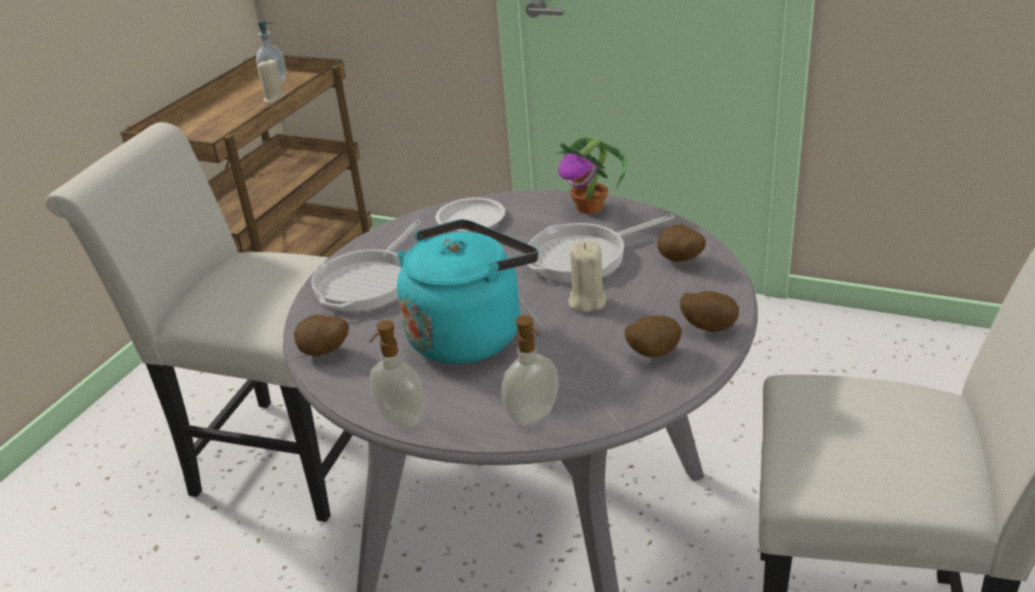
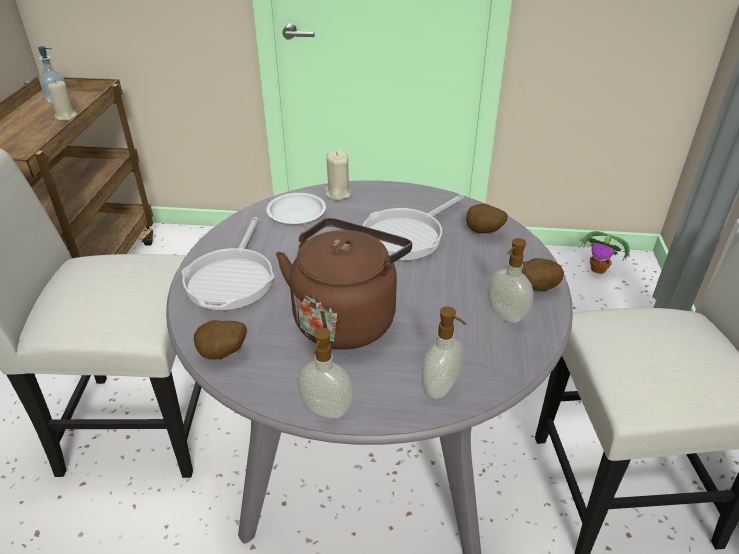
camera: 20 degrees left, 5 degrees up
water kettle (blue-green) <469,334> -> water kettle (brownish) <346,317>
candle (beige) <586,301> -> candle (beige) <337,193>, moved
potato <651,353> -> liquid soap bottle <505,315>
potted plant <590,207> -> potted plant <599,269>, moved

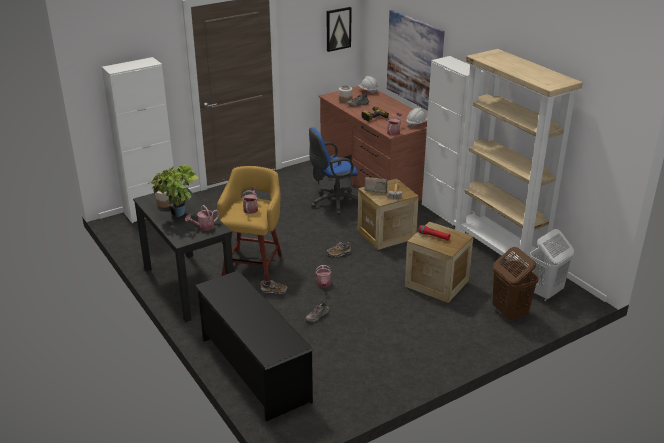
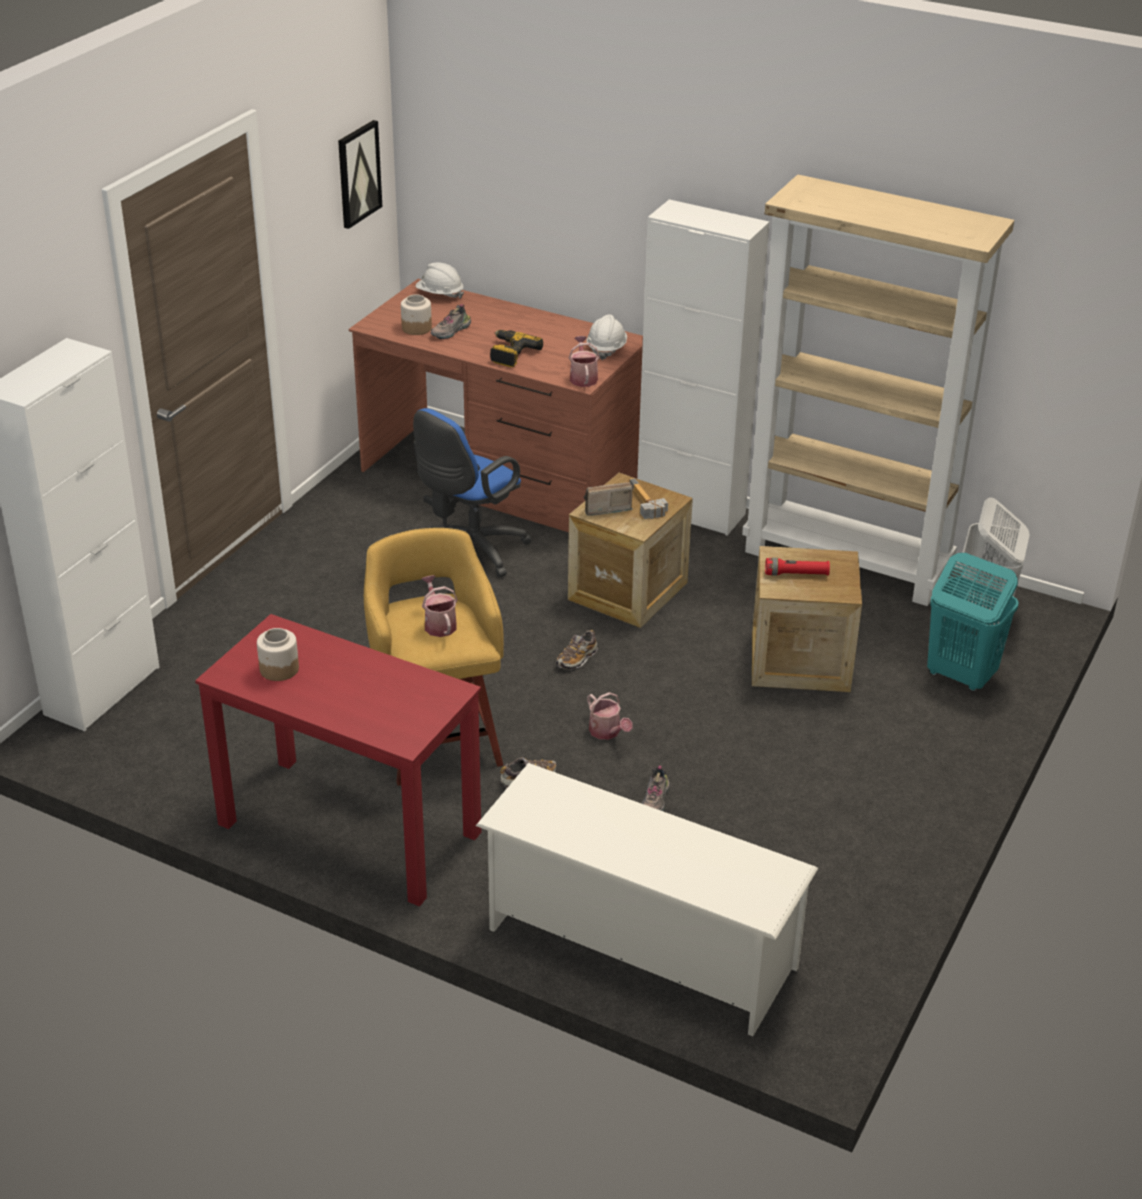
camera: 30 degrees left, 5 degrees up
desk (blackish) <188,285> -> desk (red) <348,828>
shoe shelf (blackish) <254,369> -> shoe shelf (white-coloured) <639,948>
washing basket (brownish) <509,313> -> washing basket (blue-green) <960,676>
potted plant <178,215> -> none
watering pot <204,227> -> none
wall art <415,61> -> none

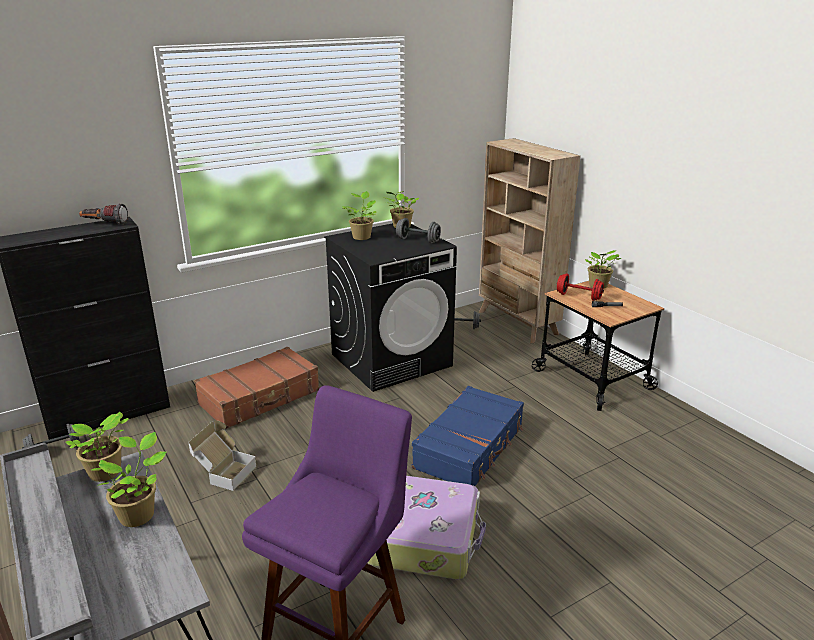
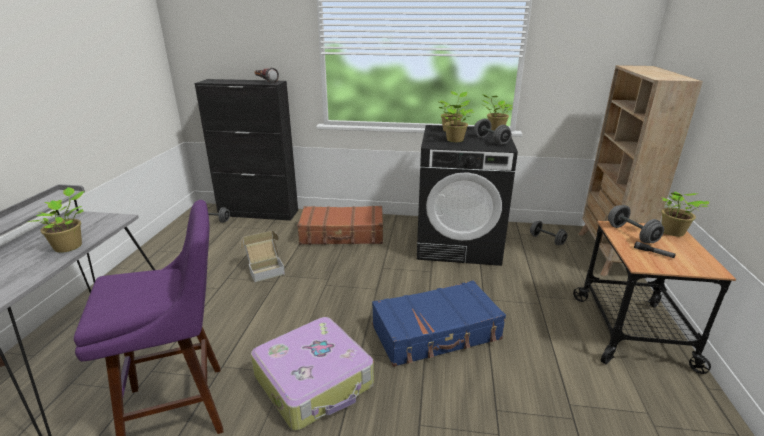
camera: 40 degrees right, 0 degrees up
potted plant <105,474> -> potted plant <455,140>, moved
hand weight (red) <578,297> -> hand weight (greyish) <631,234>

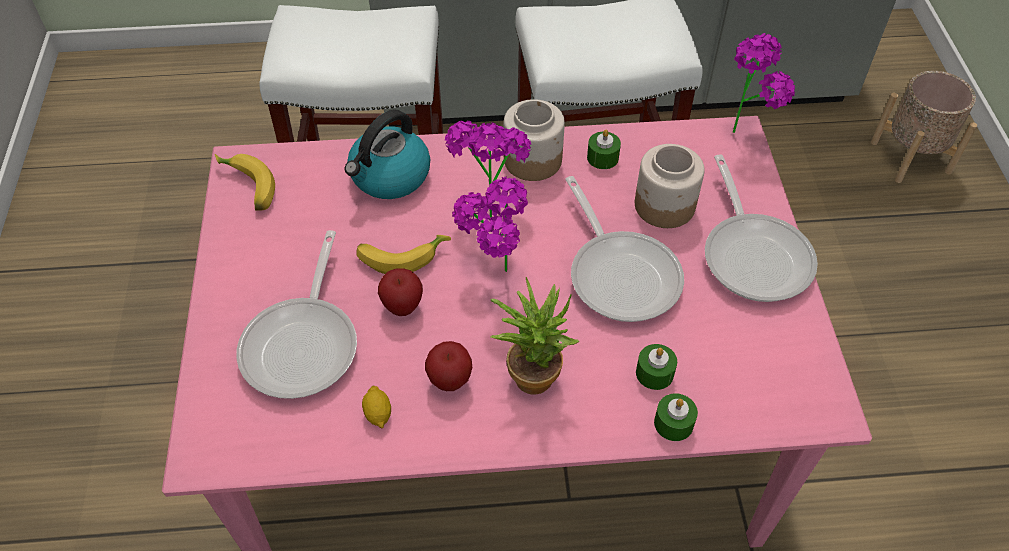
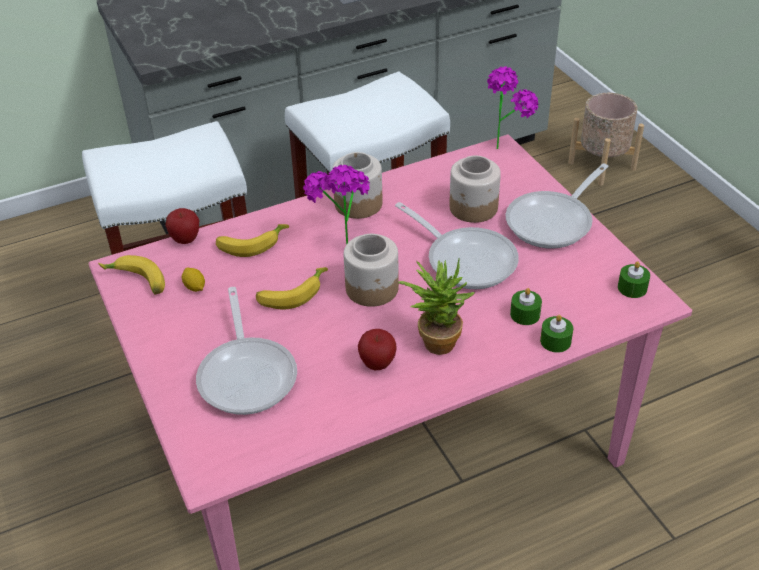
camera: 20 degrees left, 10 degrees down
whole apple <402,307> -> whole apple <186,240>, moved
citrus fruit <378,413> -> citrus fruit <194,287>, moved
water kettle <389,177> -> whole banana <251,244>
potted plant <493,279> -> storage jar <372,289>
frying pan <754,254> -> frying pan <554,221>, 75 degrees clockwise
candle (green) <602,157> -> candle (green) <632,288>, moved

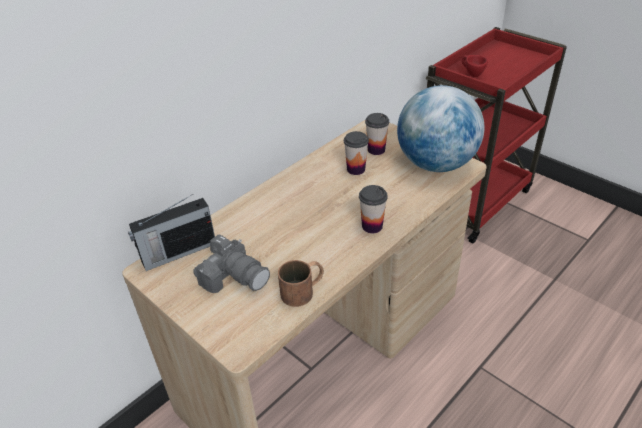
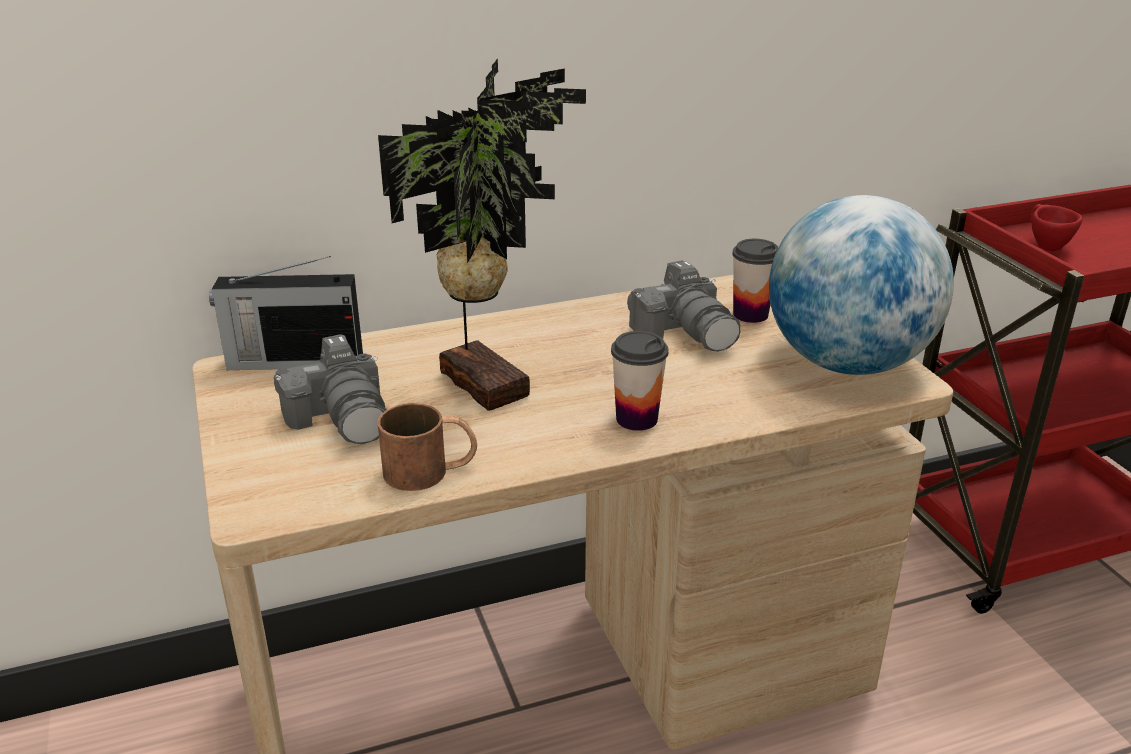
camera: 25 degrees right, 10 degrees down
none -> potted plant <488,381>
small cup <356,169> -> still camera <686,332>

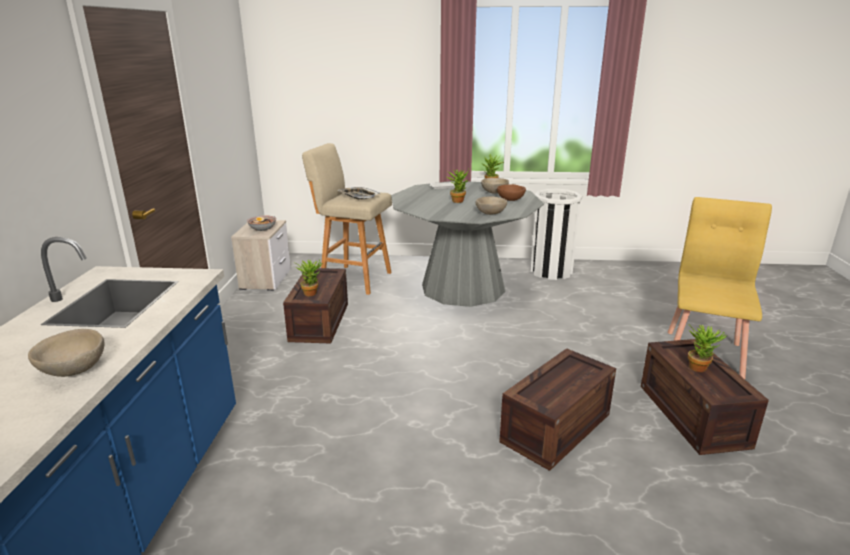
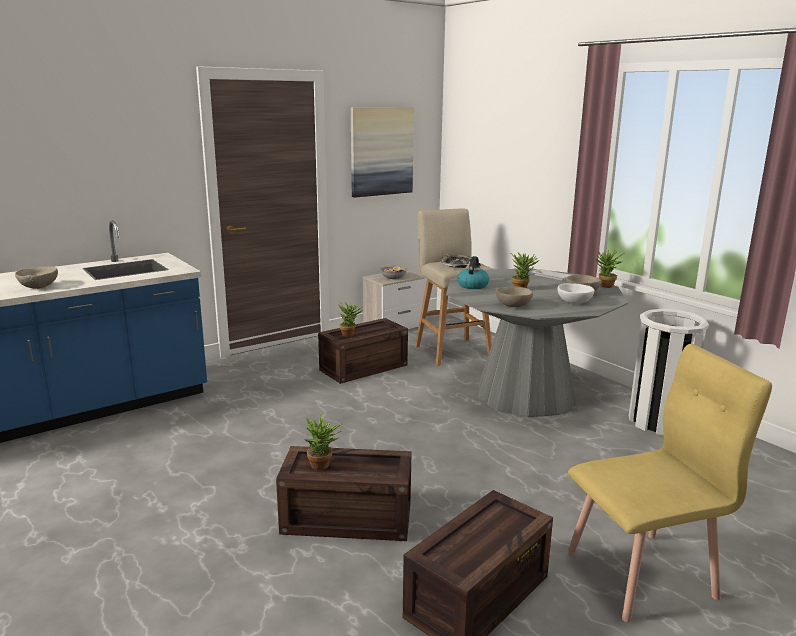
camera: 50 degrees right, 5 degrees down
potted plant <700,367> -> potted plant <323,466>, moved
none -> wall art <381,151>
none -> water kettle <472,285>
bowl (brownish) <511,200> -> bowl (white-coloured) <574,303>

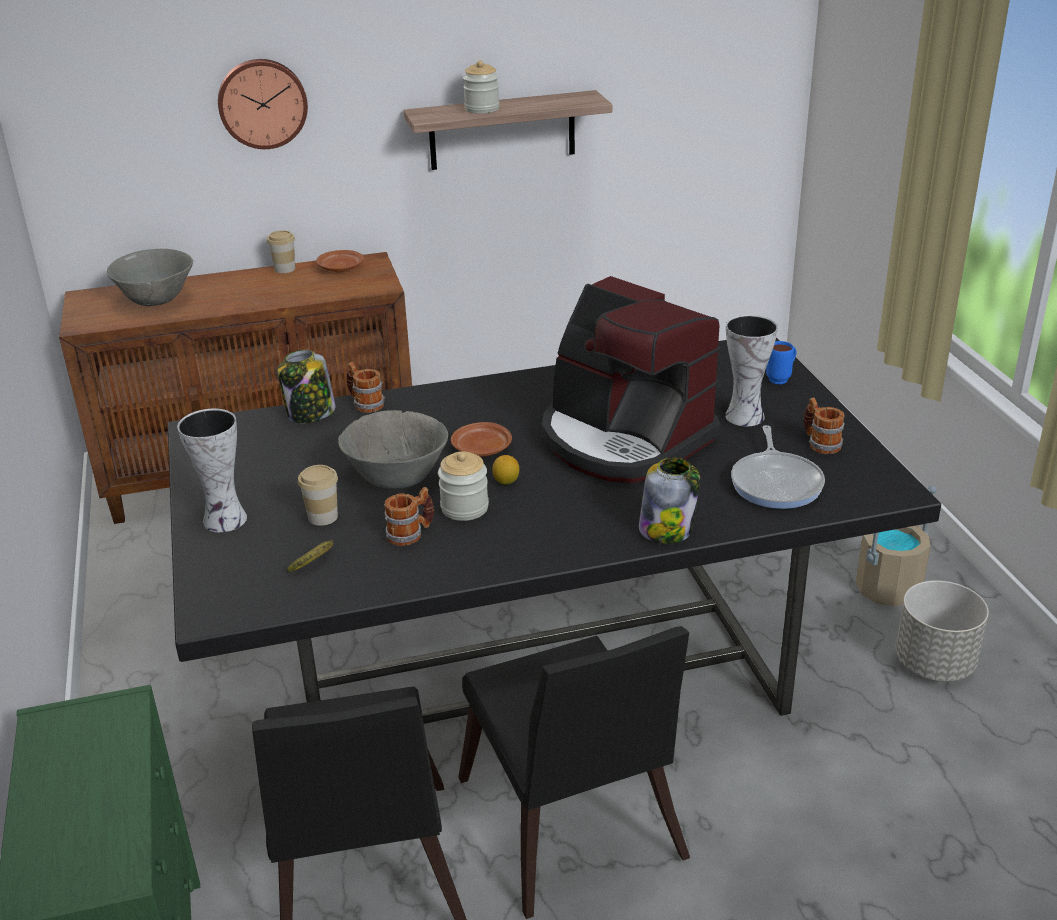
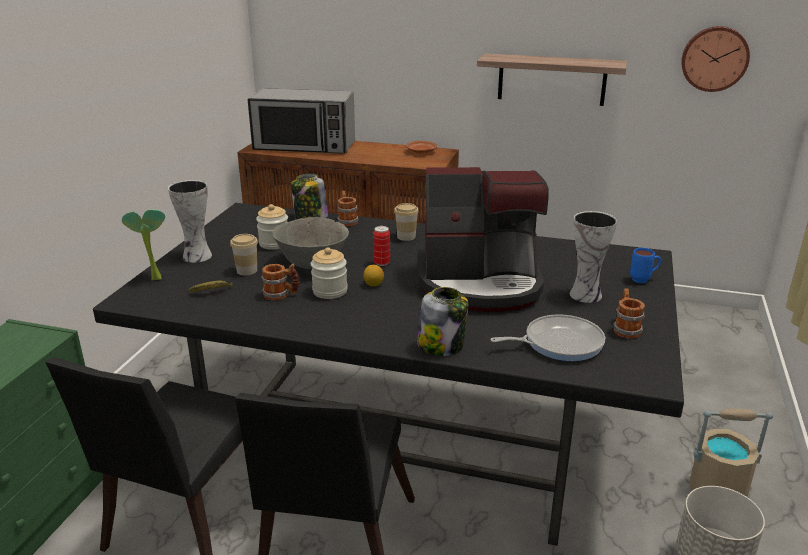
camera: 30 degrees right, 5 degrees down
none -> potted plant <154,277>
bowl (greyish) <157,301> -> microwave <304,146>
storage jar <482,109> -> storage jar <274,243>, moved
plate (brownish) <481,449> -> can <382,263>
small cup <285,269> -> small cup <406,237>, moved
coffee machine <623,439> -> coffee machine <480,283>, 75 degrees counterclockwise
frying pan <776,483> -> frying pan <558,343>, 135 degrees counterclockwise
clock on the wall <262,103> -> clock on the wall <714,58>, moved

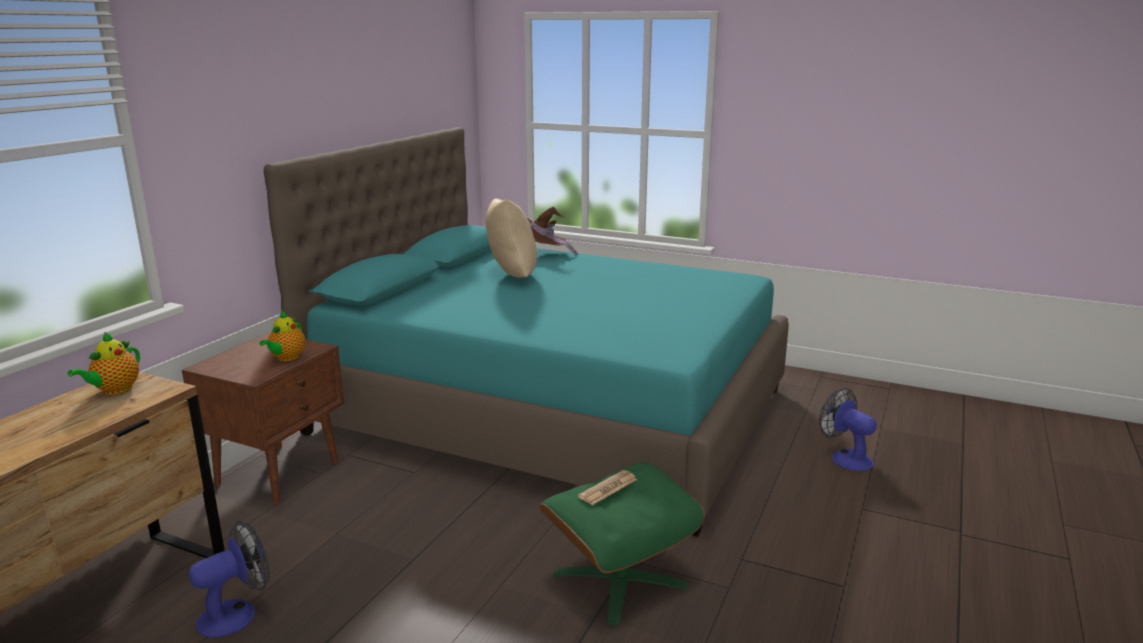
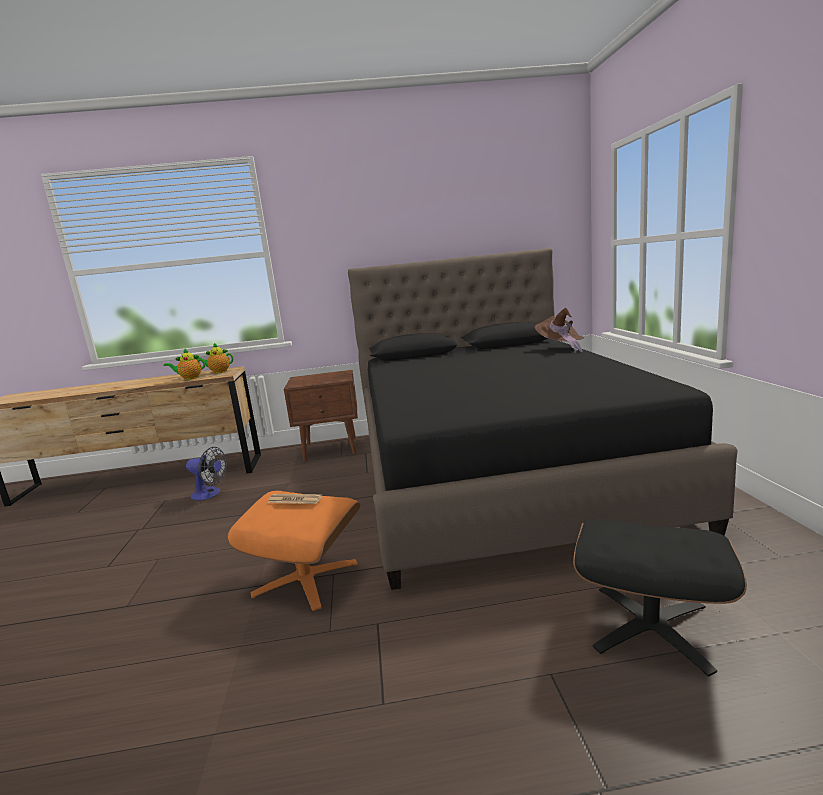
camera: 60 degrees right, 5 degrees down
pot for tea <286,358> -> pot for tea <189,378>, moved
ottoman (green) <620,579> -> ottoman (orange) <306,578>
bed (blue-green) <552,410> -> bed (blackish) <498,471>
electric fan <845,457> -> ottoman (blackish) <650,627>
throw pillow (beige) <510,276> -> none

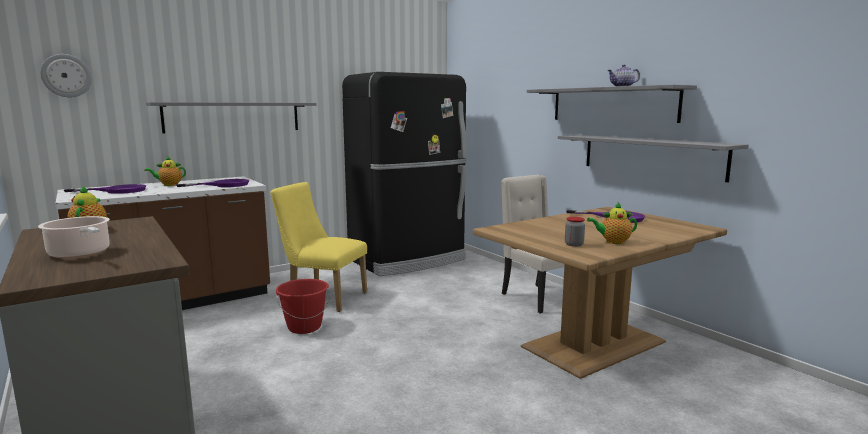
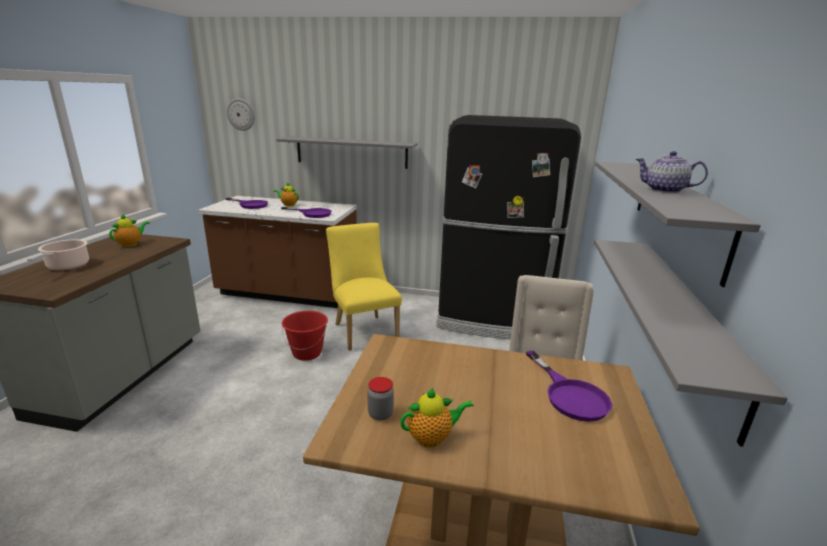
camera: 45 degrees right, 10 degrees up
pot for tea <613,242> -> pot for tea <432,437>, 120 degrees clockwise

